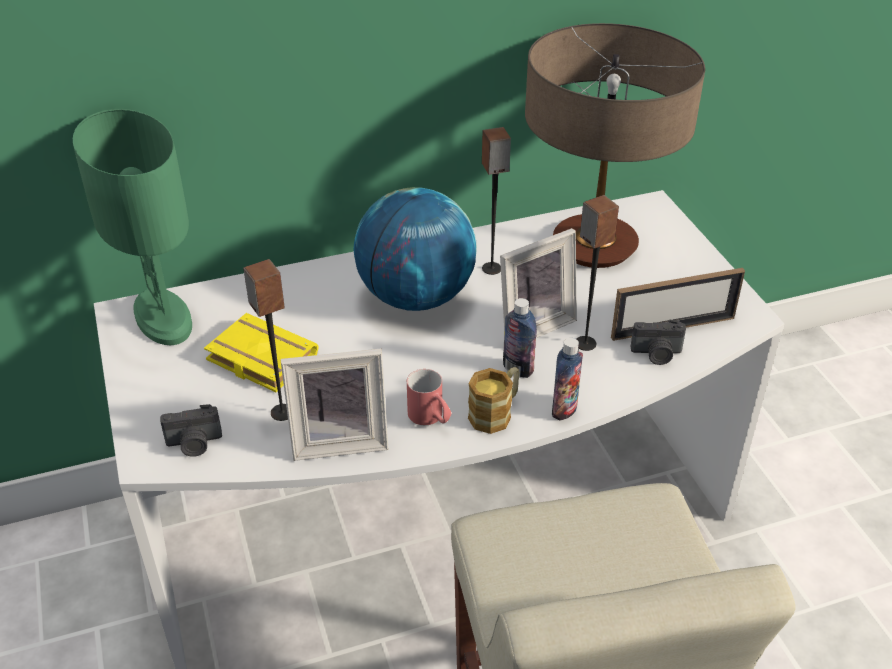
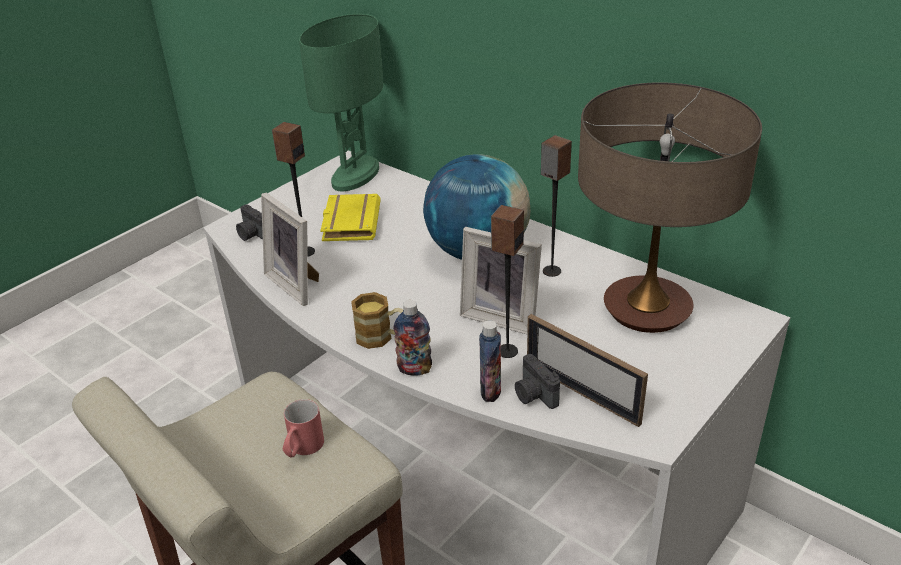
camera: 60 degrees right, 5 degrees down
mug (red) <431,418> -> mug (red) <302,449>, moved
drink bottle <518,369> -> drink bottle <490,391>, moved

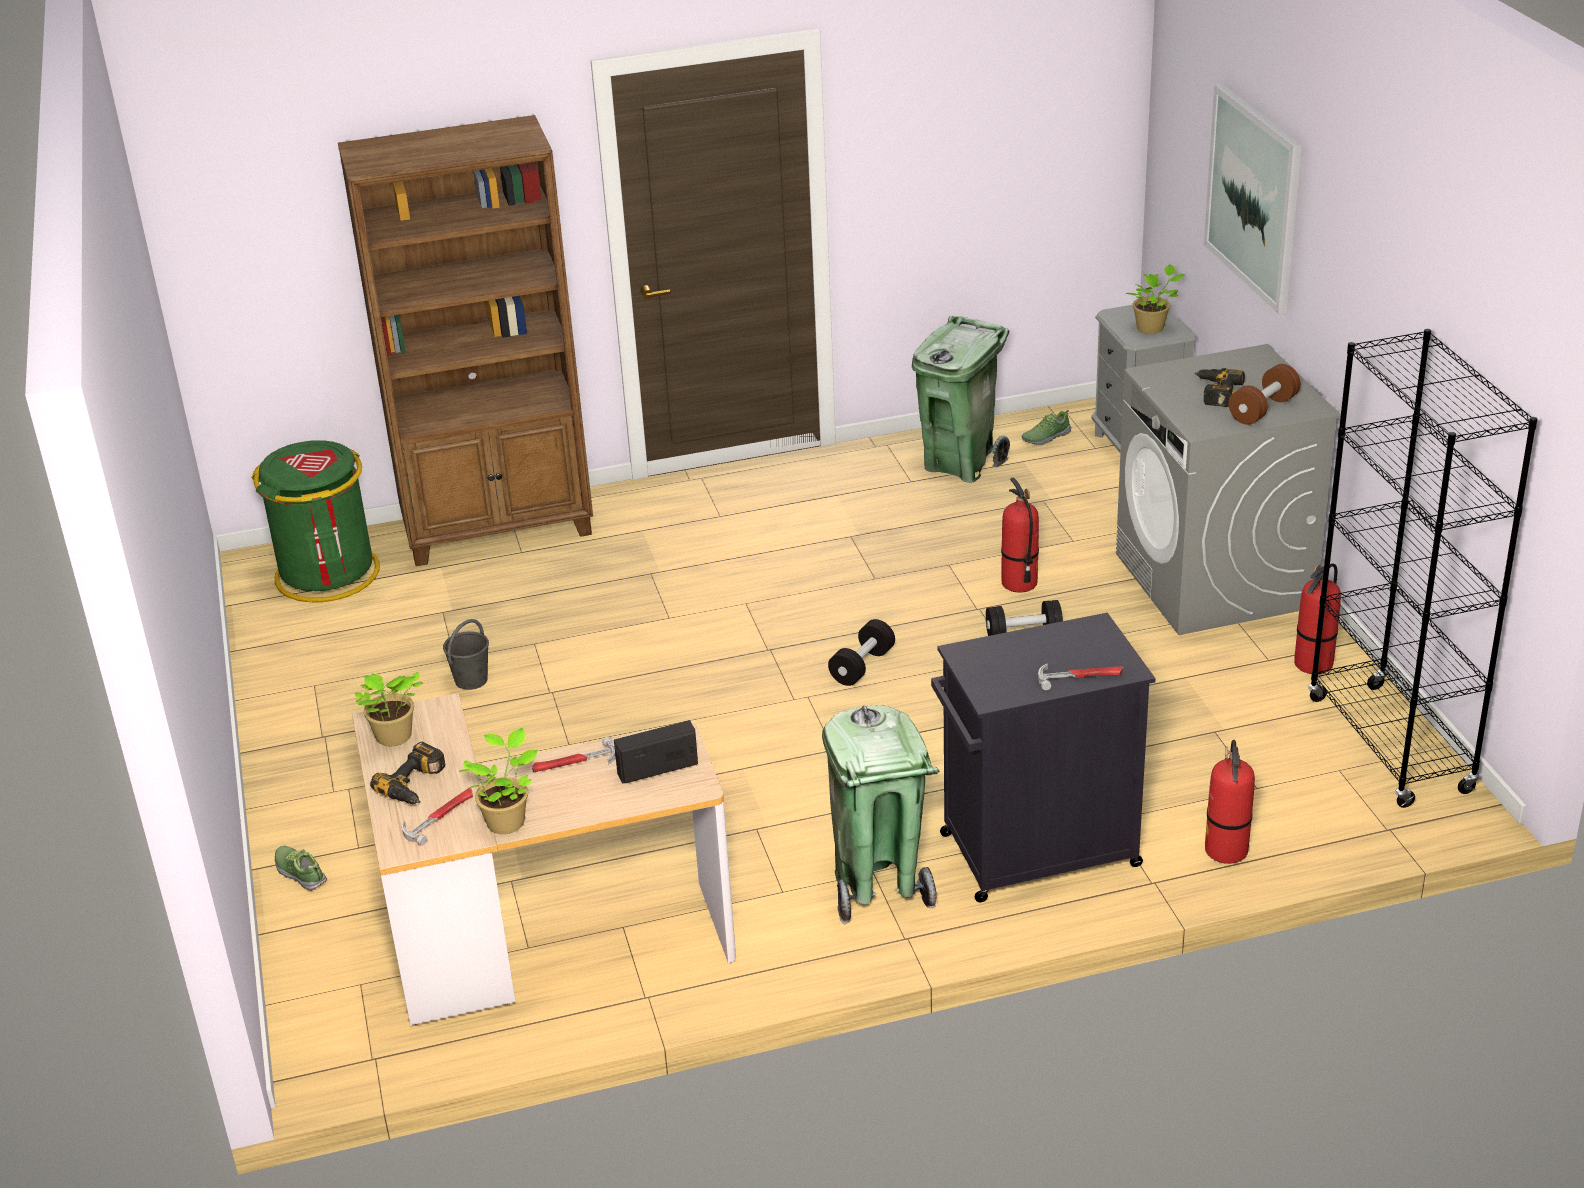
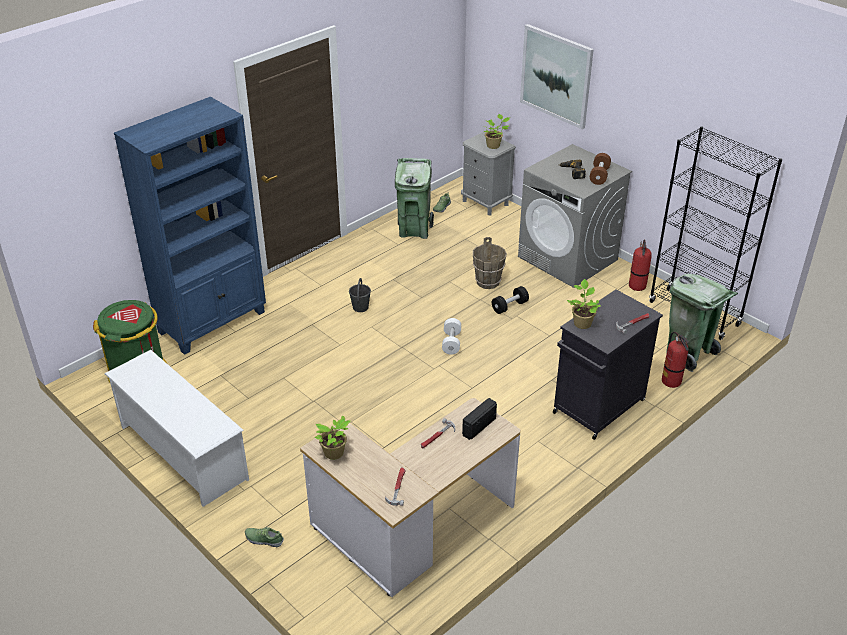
camera: 30 degrees left, 5 degrees up
none -> shoe shelf (white-coloured) <182,452>
bookcase (brownish) <499,529> -> bookcase (blue-coloured) <213,322>
water bucket (greyish) <471,680> -> water bucket (greyish) <360,307>, moved
hand weight (blackish) <862,666> -> hand weight (white-coloured) <451,342>
extinguisher <1018,583> -> water bucket (brownish) <487,282>
potted plant <507,821> -> potted plant <582,323>, moved
rubbish bin (green) <878,886> -> rubbish bin (green) <688,353>, moved
electric drill <417,785> -> none

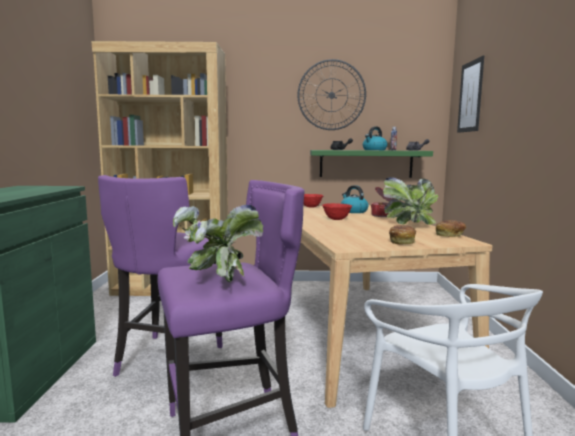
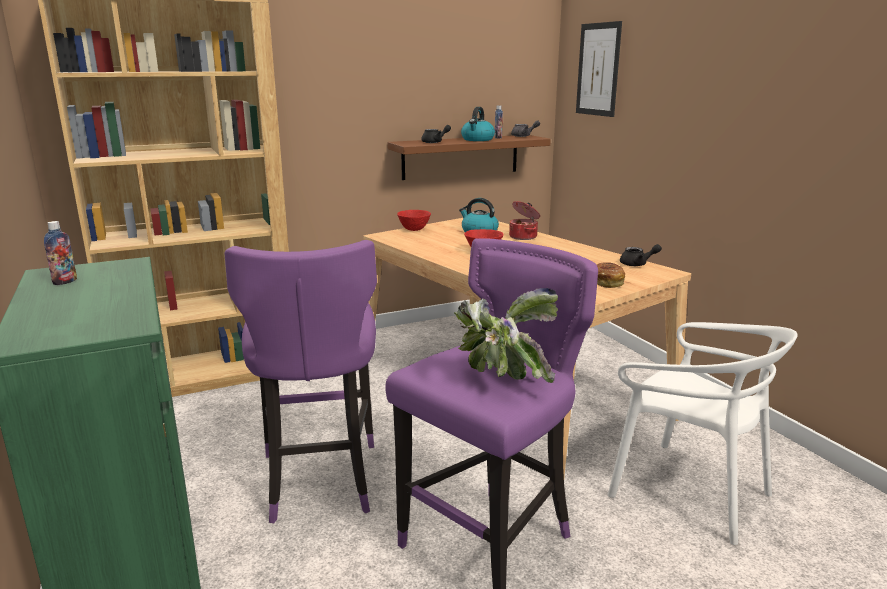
camera: 25 degrees left, 10 degrees up
none -> drink bottle <65,281>
bracket shelf (green) <366,163> -> bracket shelf (brownish) <460,156>
baked bread <450,235> -> pot for tea (blackish) <637,264>
clock on the wall <331,95> -> none
potted plant <409,224> -> none

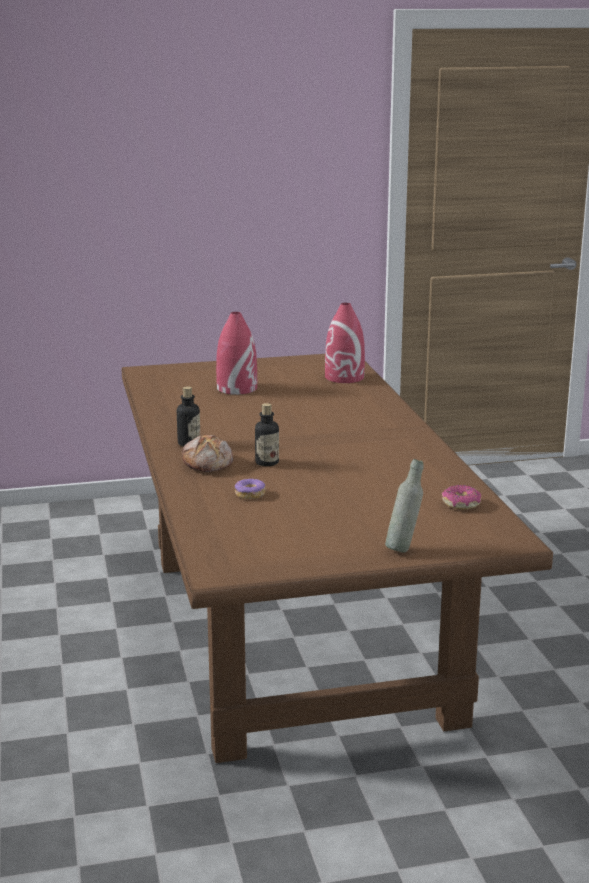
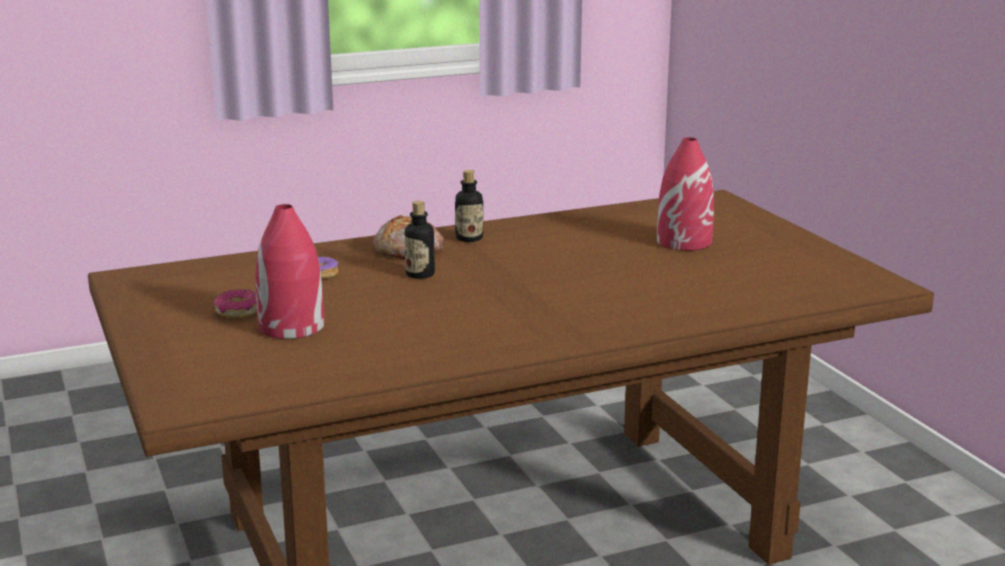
camera: 80 degrees right, 0 degrees up
donut <461,504> -> donut <238,312>, moved
decorative vase (red) <345,377> -> decorative vase (red) <291,327>, moved
drink bottle (greyish) <403,548> -> none

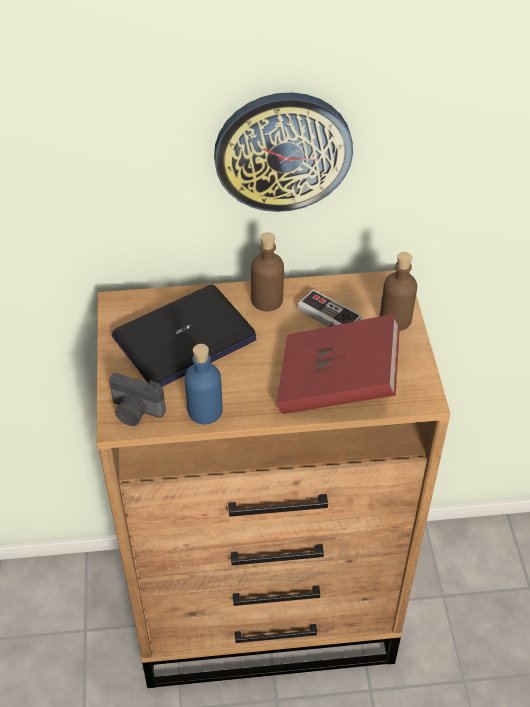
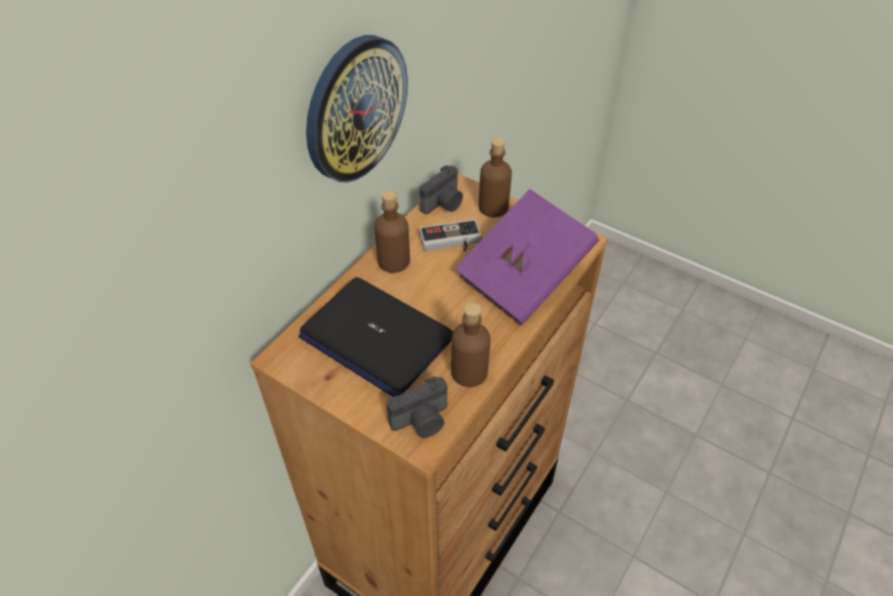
camera: 50 degrees left, 0 degrees up
laptop <184,338> -> laptop <376,337>, 120 degrees clockwise
none -> still camera <444,204>
drink bottle (blue-coloured) <205,411> -> drink bottle (brownish) <469,372>
book (red) <337,385> -> book (purplish) <524,277>

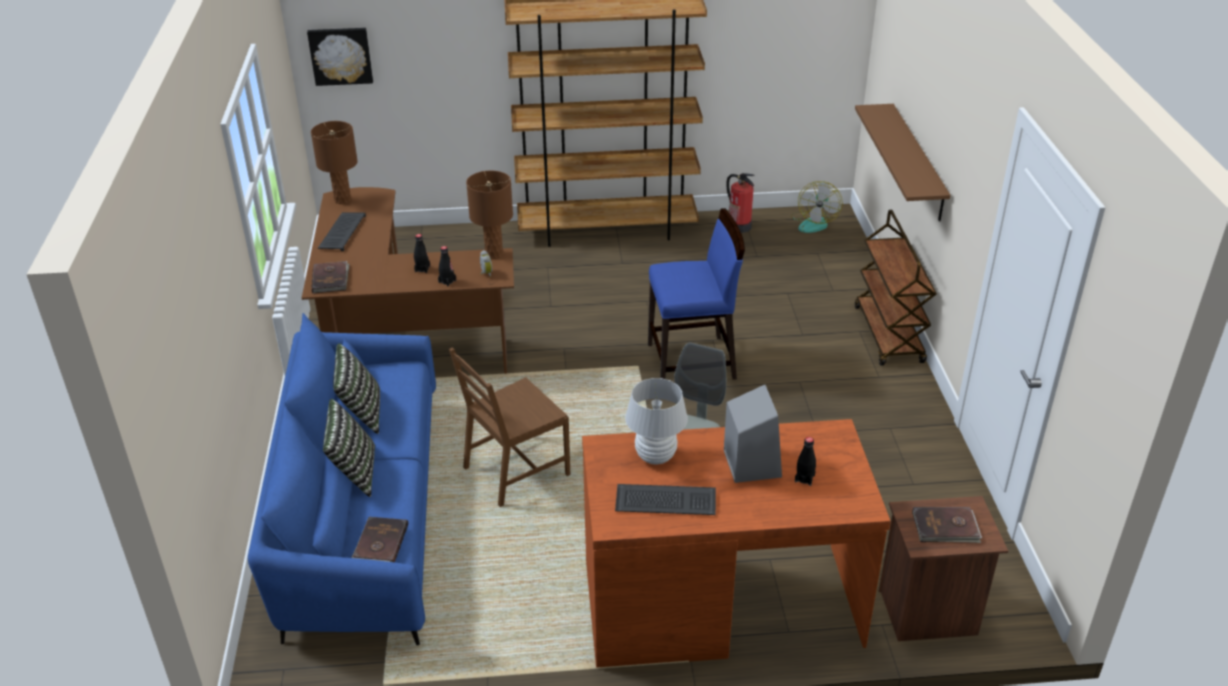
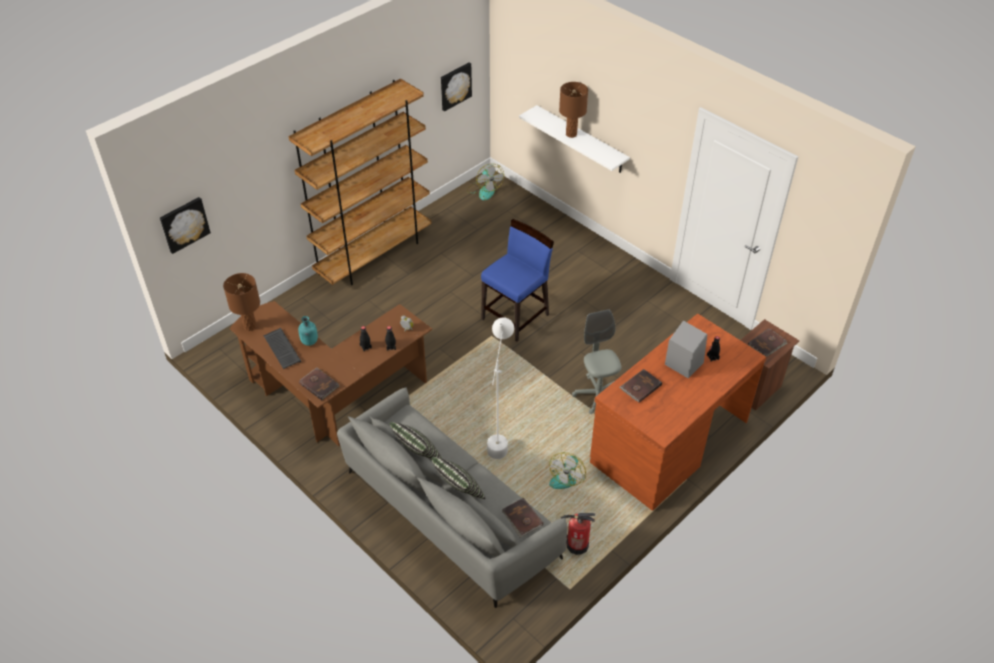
camera: 40 degrees left, 10 degrees up
none -> drink bottle (blue-green) <309,342>
couch (blue-coloured) <361,513> -> couch (greyish) <448,513>
none -> wall art <455,86>
chair (brownish) <515,471> -> floor lamp (white-coloured) <499,437>
bracket shelf (brownish) <917,162> -> bracket shelf (white-coloured) <581,139>
none -> electric fan <566,476>
lamp for a table (brownish) <494,254> -> lamp for a table (brownish) <571,134>, moved
extinguisher <739,226> -> extinguisher <576,545>, moved
lamp for a table (white-coloured) <655,456> -> book (brownish) <640,387>
keyboard <664,502> -> none
wheeled cart (brownish) <889,335> -> none

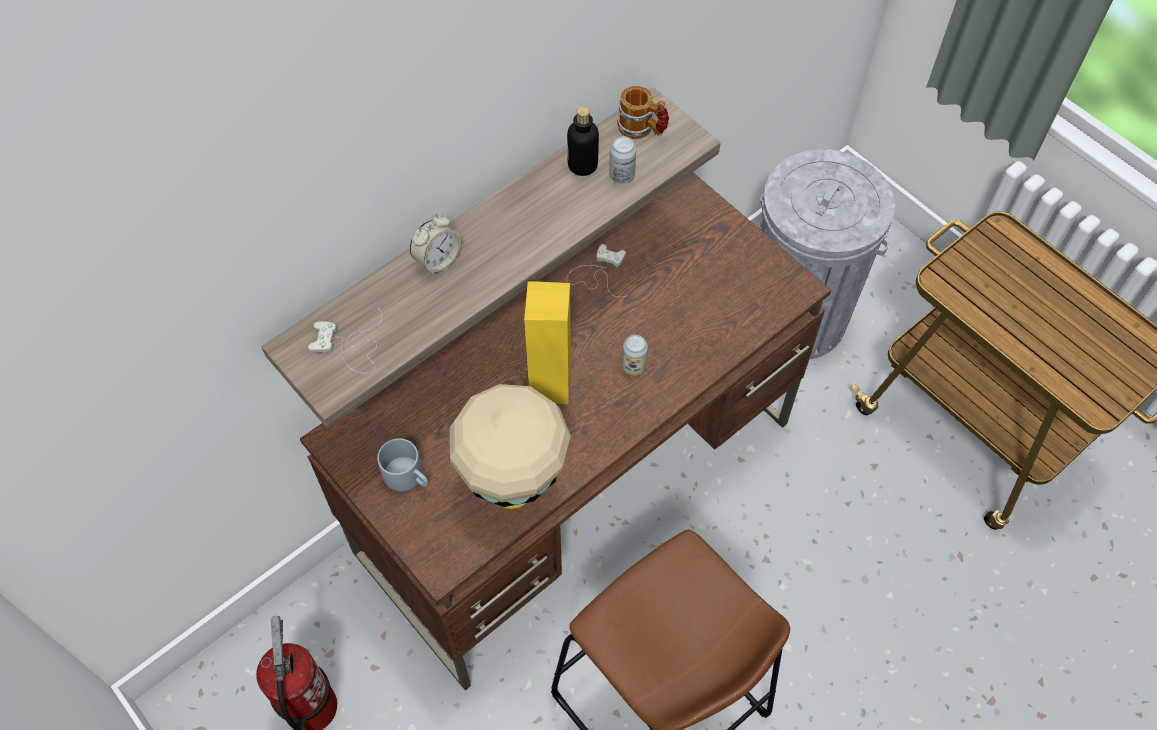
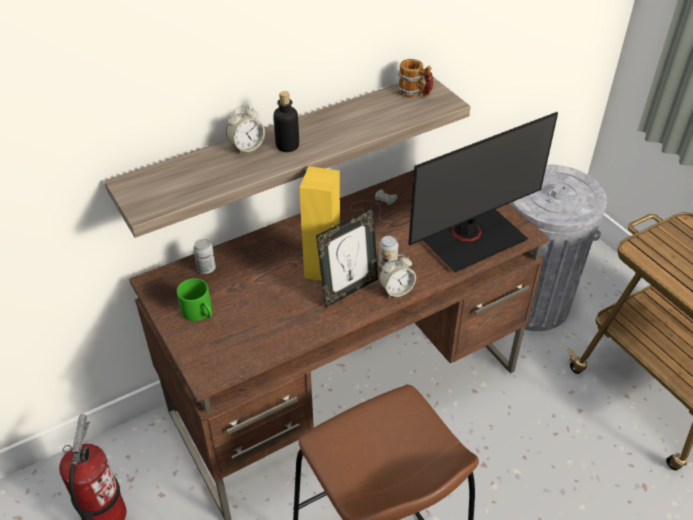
camera: 10 degrees right, 15 degrees down
mug (greyish) <408,476> -> mug (green) <200,312>
can <621,176> -> can <206,268>, moved
drink bottle <582,165> -> drink bottle <287,146>, moved
none -> picture frame <348,290>
none -> alarm clock <396,290>
none -> computer screen <470,237>
joypad (white-coloured) <350,346> -> none
lamp for a table (beige) <514,489> -> none

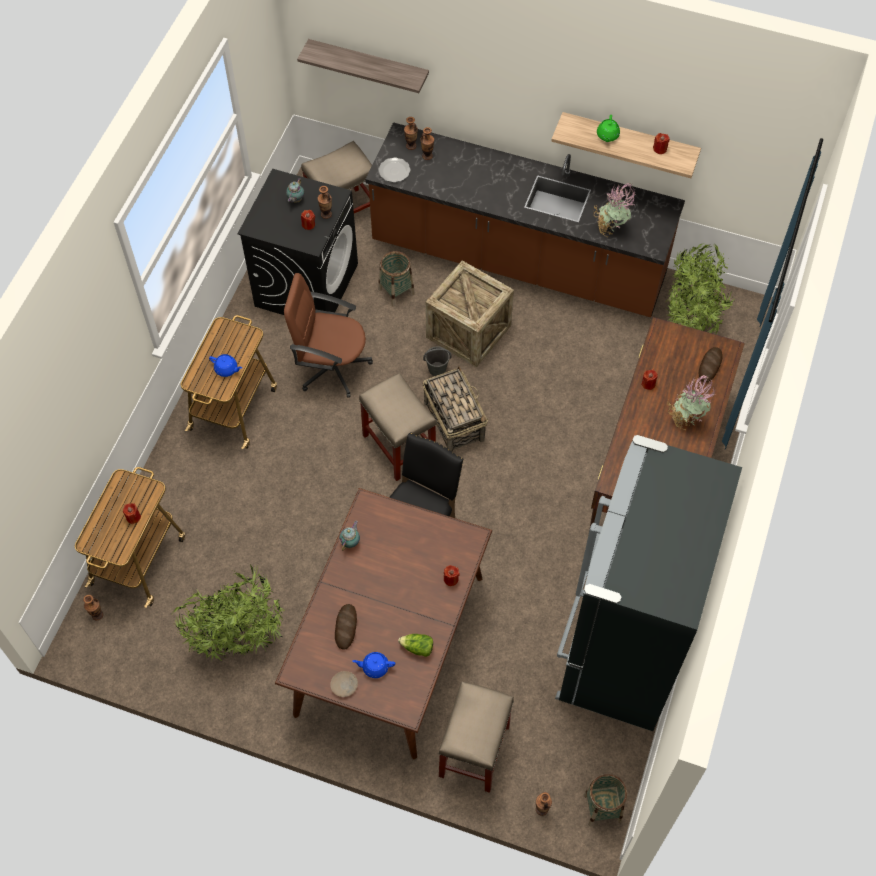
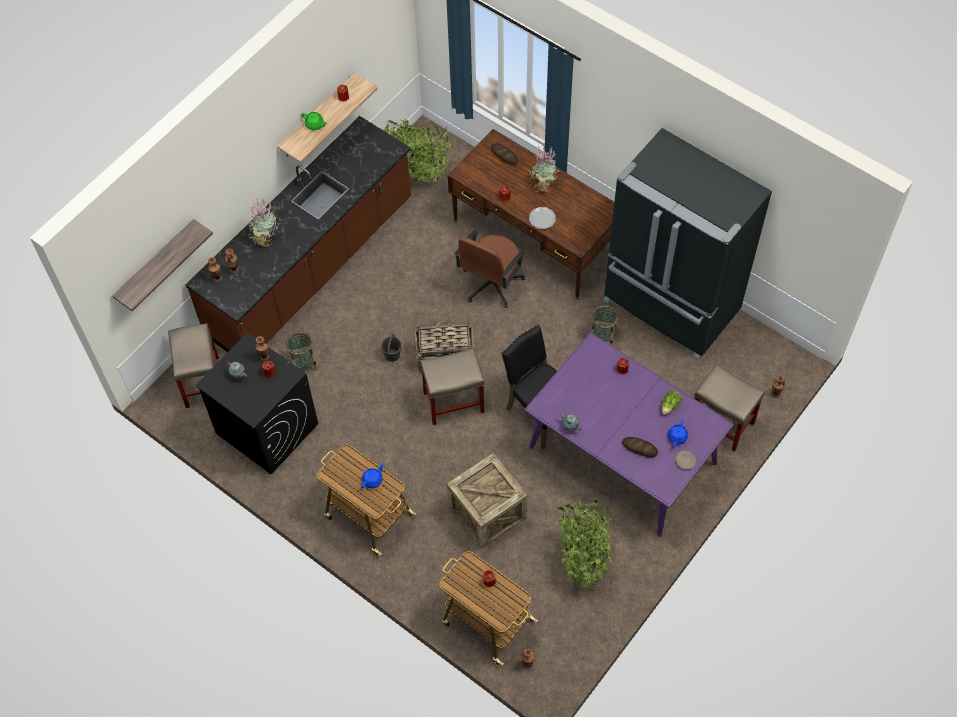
camera: 70 degrees left, 0 degrees up
potted plant <611,229> -> potted plant <265,238>, moved
crate <468,331> -> crate <487,512>, moved
computer chair (brownish) <331,367> -> computer chair (brownish) <491,283>, moved
dining table (brownish) <390,646> -> dining table (purplish) <623,455>
plate <394,170> -> plate <542,218>, moved
household basket <602,807> -> household basket <602,337>, moved

